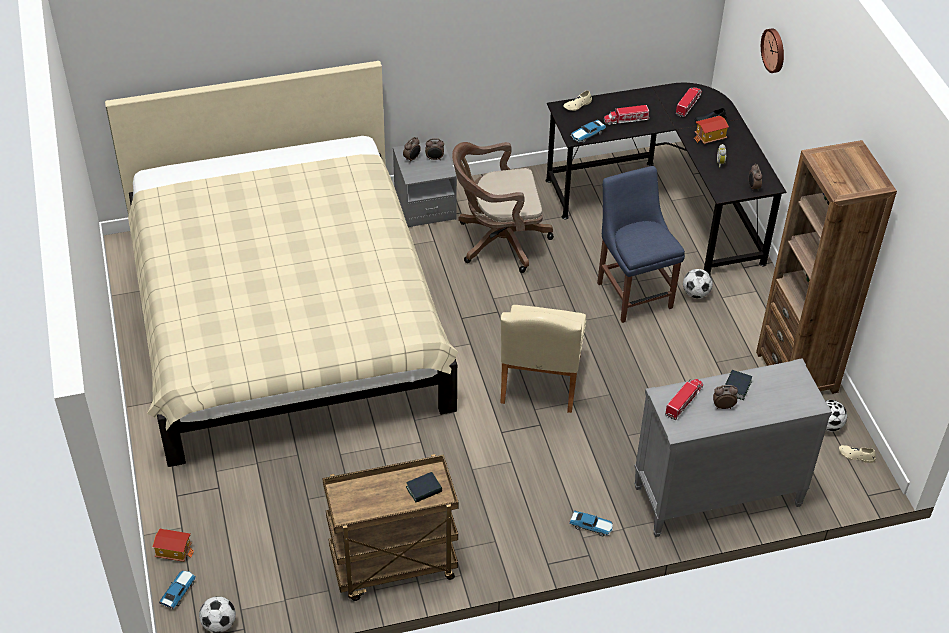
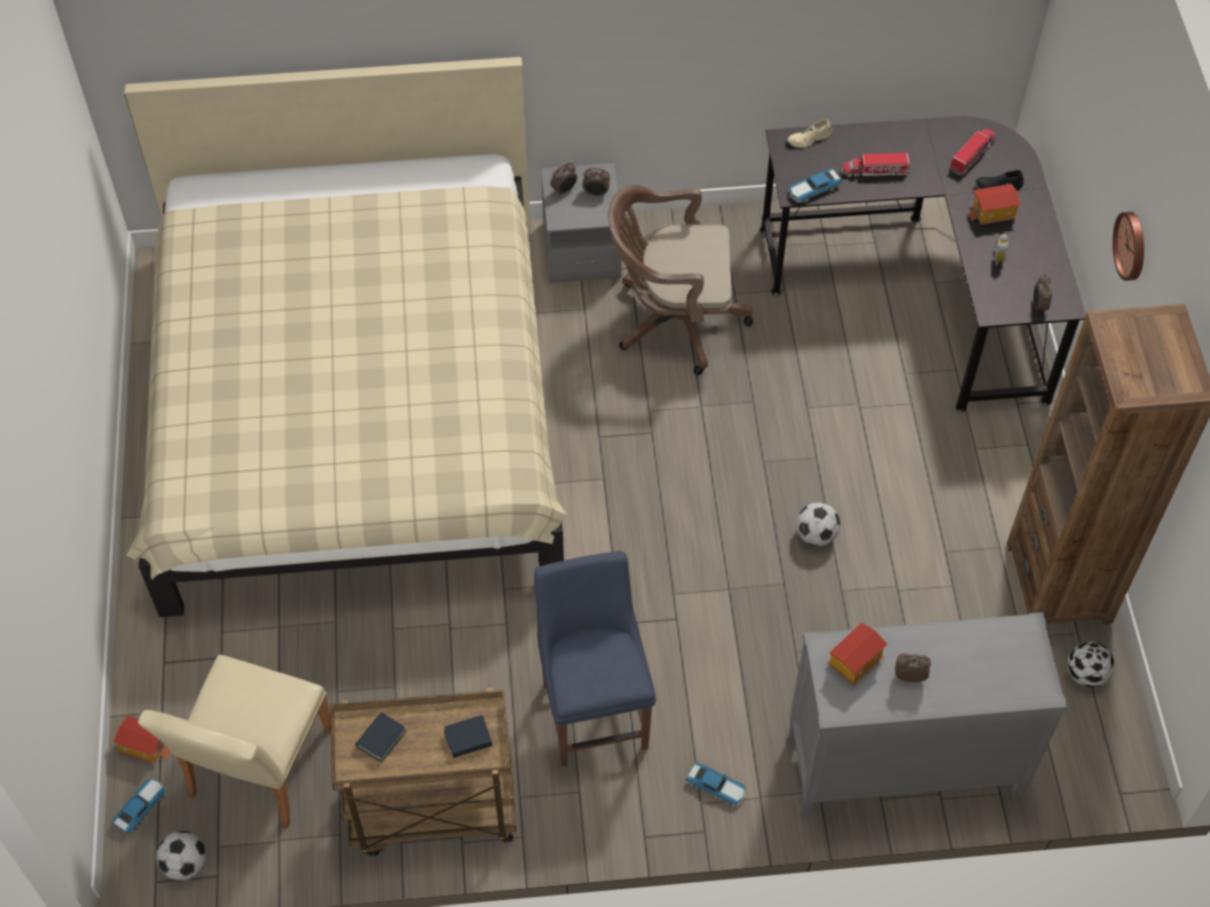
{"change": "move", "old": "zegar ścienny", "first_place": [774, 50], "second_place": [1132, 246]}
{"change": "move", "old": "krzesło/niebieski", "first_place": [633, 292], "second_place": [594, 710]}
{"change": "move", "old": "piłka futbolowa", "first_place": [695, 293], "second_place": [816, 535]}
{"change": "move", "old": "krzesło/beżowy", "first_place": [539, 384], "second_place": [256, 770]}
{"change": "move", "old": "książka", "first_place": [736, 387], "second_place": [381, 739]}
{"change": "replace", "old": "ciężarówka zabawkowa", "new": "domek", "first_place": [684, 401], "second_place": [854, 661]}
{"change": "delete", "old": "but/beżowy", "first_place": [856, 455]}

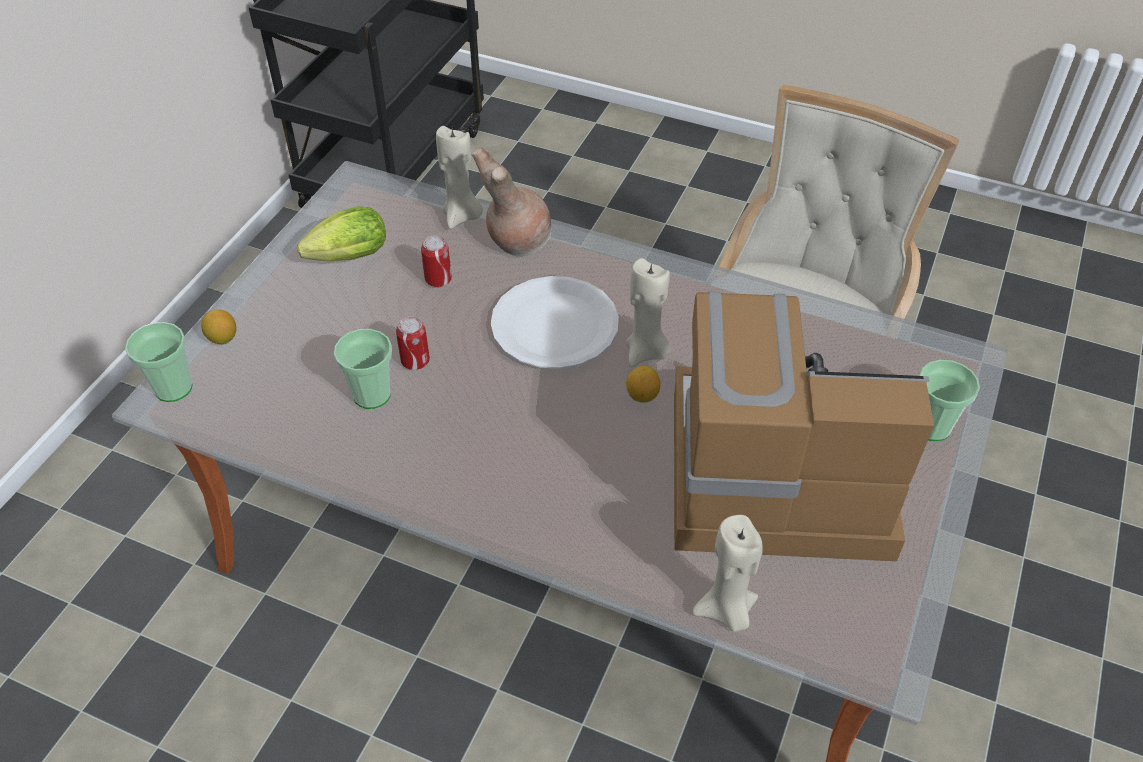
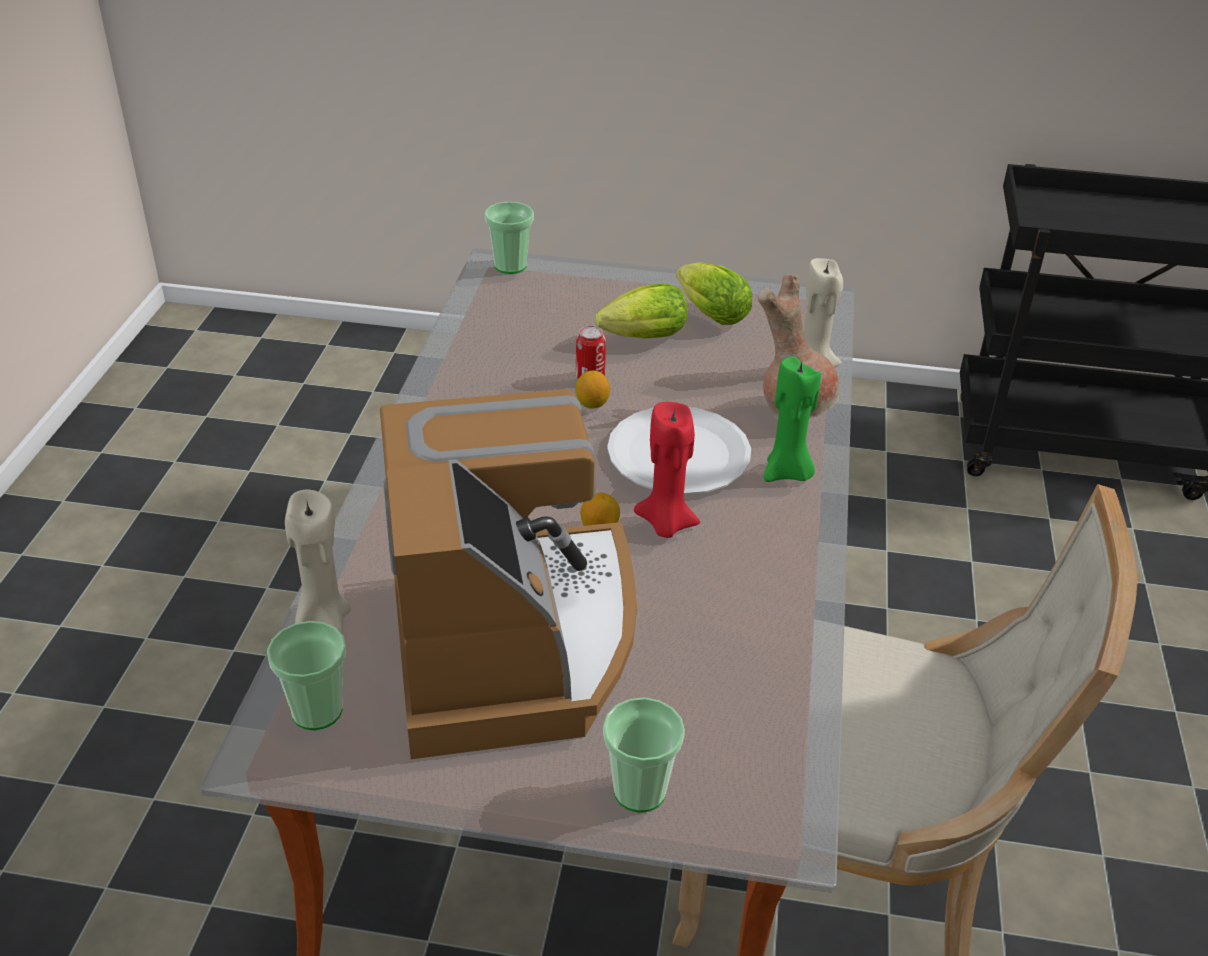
{"change": "delete", "old": "puszka", "first_place": [438, 279]}
{"change": "recolor", "old": "świeca/beżowy", "new": "świeca/czerwony", "first_place": [646, 353], "second_place": [665, 524]}
{"change": "move", "old": "cytryna", "first_place": [223, 338], "second_place": [592, 404]}
{"change": "move", "old": "filiżanka", "first_place": [372, 395], "second_place": [317, 711]}
{"change": "insert", "new": "sałata", "second_place": [639, 338]}
{"change": "insert", "new": "świeca/zielony", "second_place": [787, 473]}

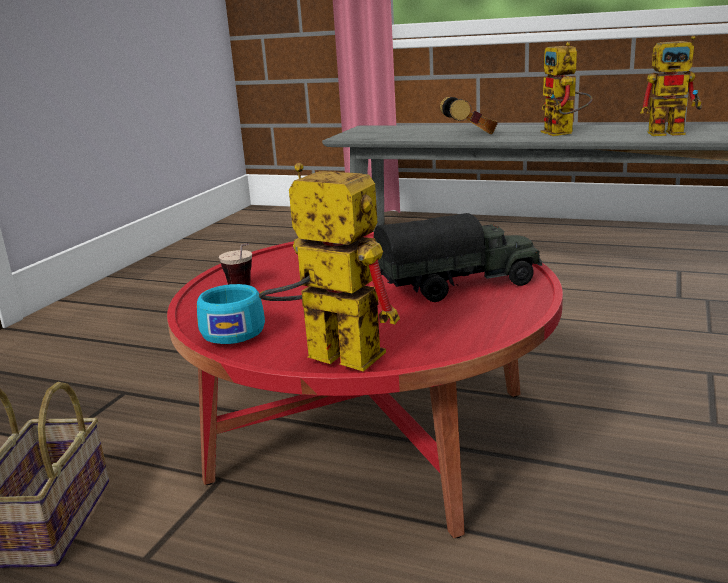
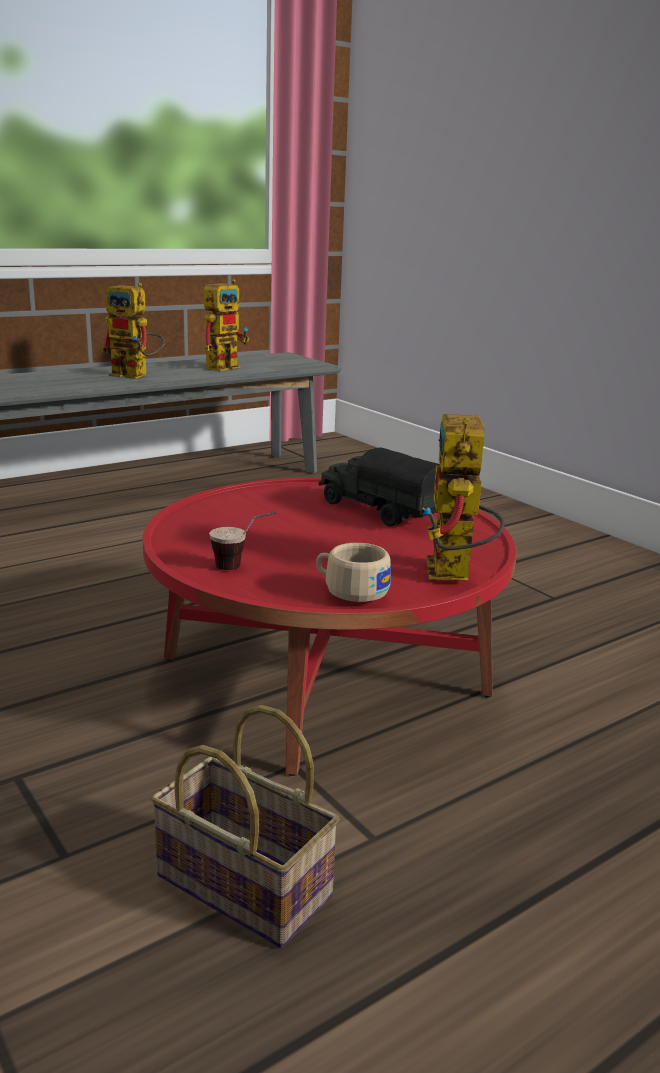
{"change": "delete", "old": "słuchawki", "first_place": [471, 136]}
{"change": "rotate", "old": "robot zabawkowy", "first_place": [328, 356], "second_place": [454, 575], "degrees": -60}
{"change": "rotate", "old": "ciężarówka zabawkowa", "first_place": [460, 286], "second_place": [379, 511], "degrees": -60}
{"change": "recolor", "old": "filiżanka/turkusowy", "new": "filiżanka/beżowy", "first_place": [234, 330], "second_place": [350, 589]}

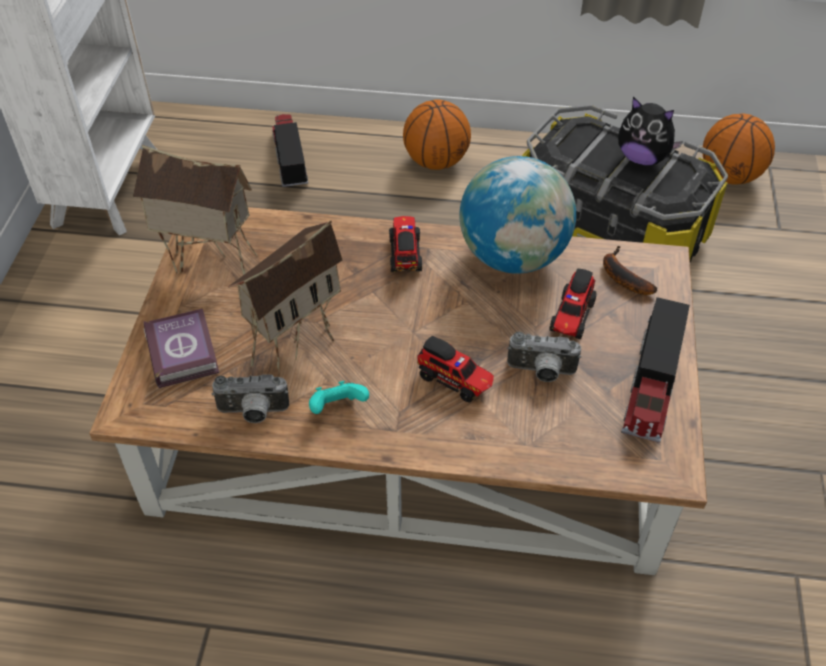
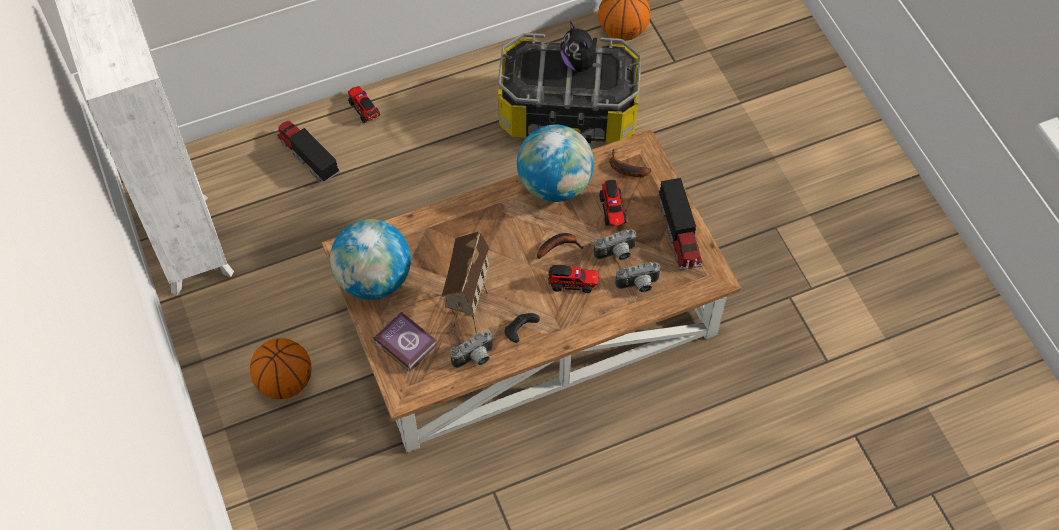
{"change": "rotate", "old": "pluszak", "first_place": [642, 158], "second_place": [580, 63], "degrees": 60}
{"change": "move", "old": "piłka do koszykówki", "first_place": [436, 161], "second_place": [285, 381]}
{"change": "replace", "old": "domek", "new": "globus", "first_place": [209, 264], "second_place": [374, 279]}
{"change": "move", "old": "ciężarówka zabawkowa", "first_place": [405, 253], "second_place": [364, 109]}
{"change": "recolor", "old": "pad do gier/turkusowy", "new": "pad do gier/czarny", "first_place": [338, 408], "second_place": [520, 332]}
{"change": "insert", "new": "banan", "second_place": [558, 246]}
{"change": "insert", "new": "aparat fotograficzny", "second_place": [638, 286]}

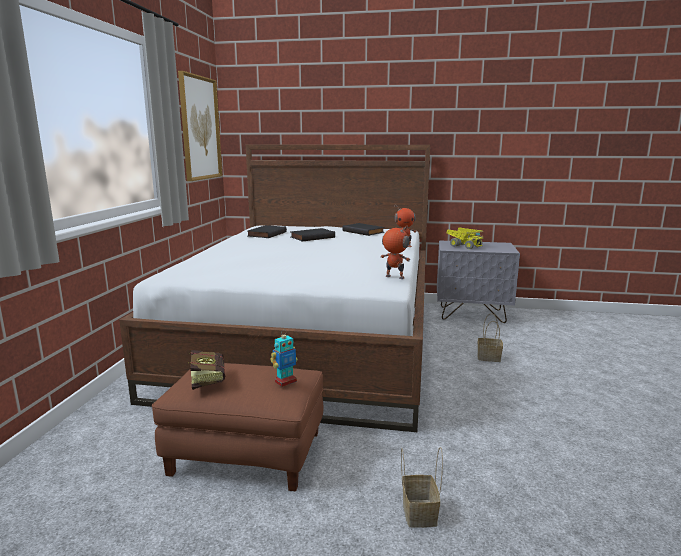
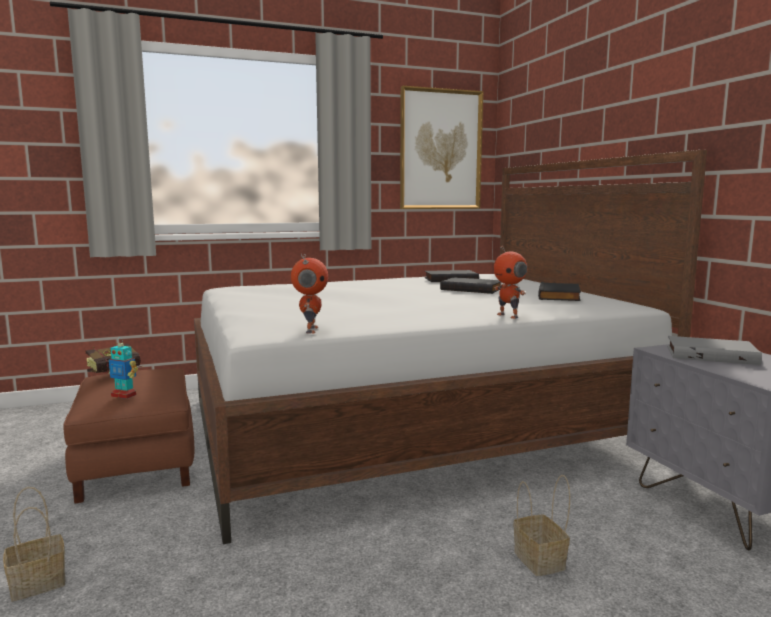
{"change": "replace", "old": "ciężarówka zabawkowa", "new": "książka/szary", "first_place": [464, 246], "second_place": [711, 355]}

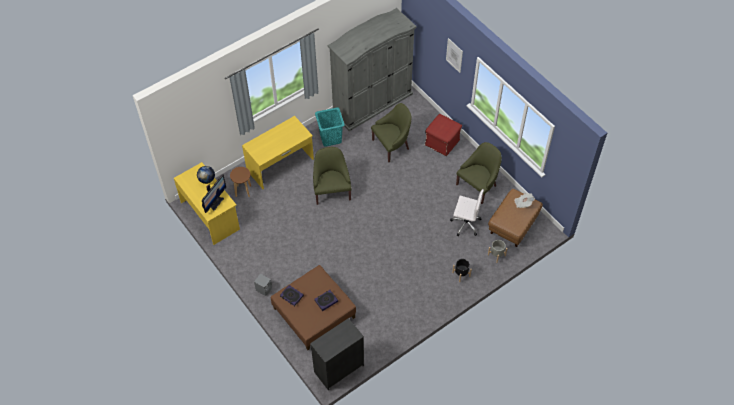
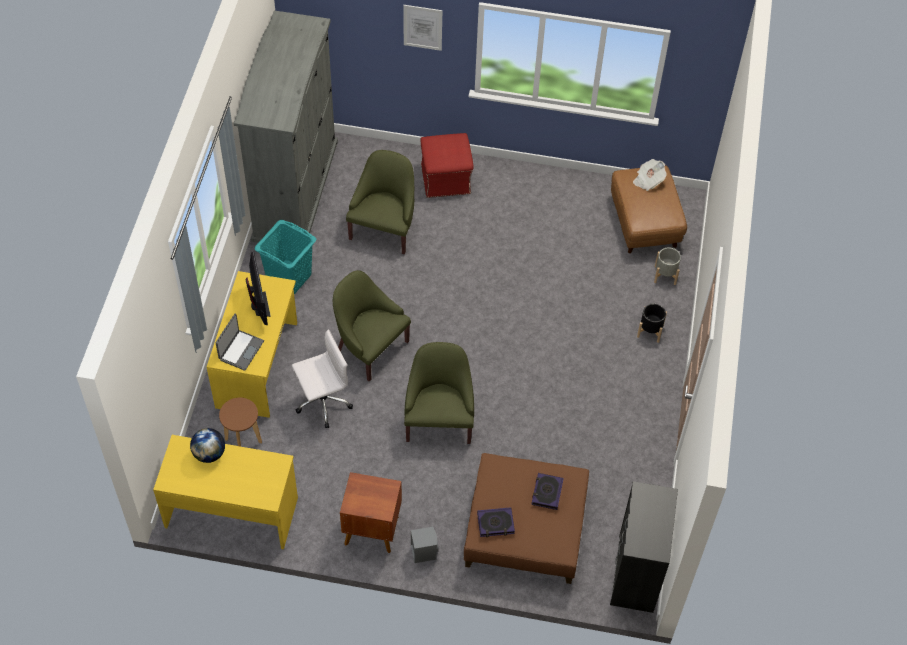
{"change": "move", "old": "fotel/zielony", "first_place": [478, 186], "second_place": [439, 420]}
{"change": "move", "old": "monitor", "first_place": [215, 202], "second_place": [260, 305]}
{"change": "move", "old": "krzesło biurowe/biały", "first_place": [465, 223], "second_place": [322, 402]}
{"change": "insert", "new": "laptop", "second_place": [240, 350]}
{"change": "insert", "new": "szafka nocna/brązowy", "second_place": [371, 529]}

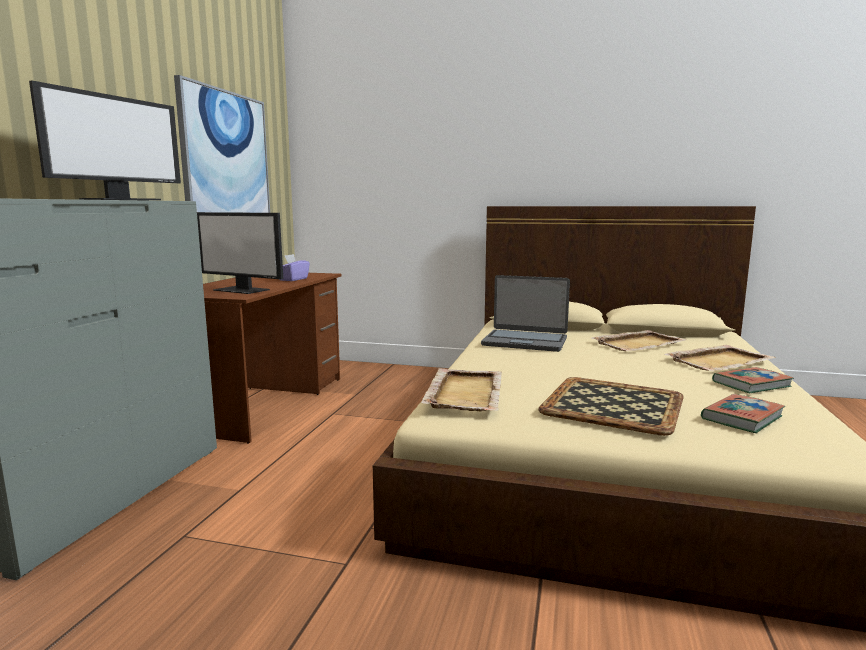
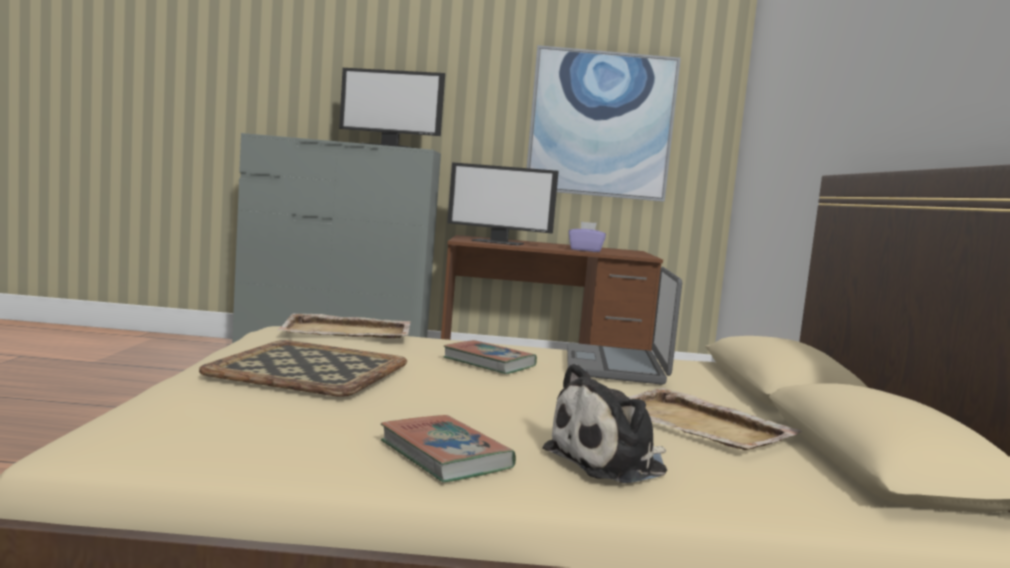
{"change": "rotate", "old": "monitor", "first_place": [242, 290], "second_place": [499, 242], "degrees": -90}
{"change": "replace", "old": "taca/beżowy", "new": "pluszak", "first_place": [719, 361], "second_place": [611, 462]}
{"change": "move", "old": "książka", "first_place": [742, 418], "second_place": [489, 362]}

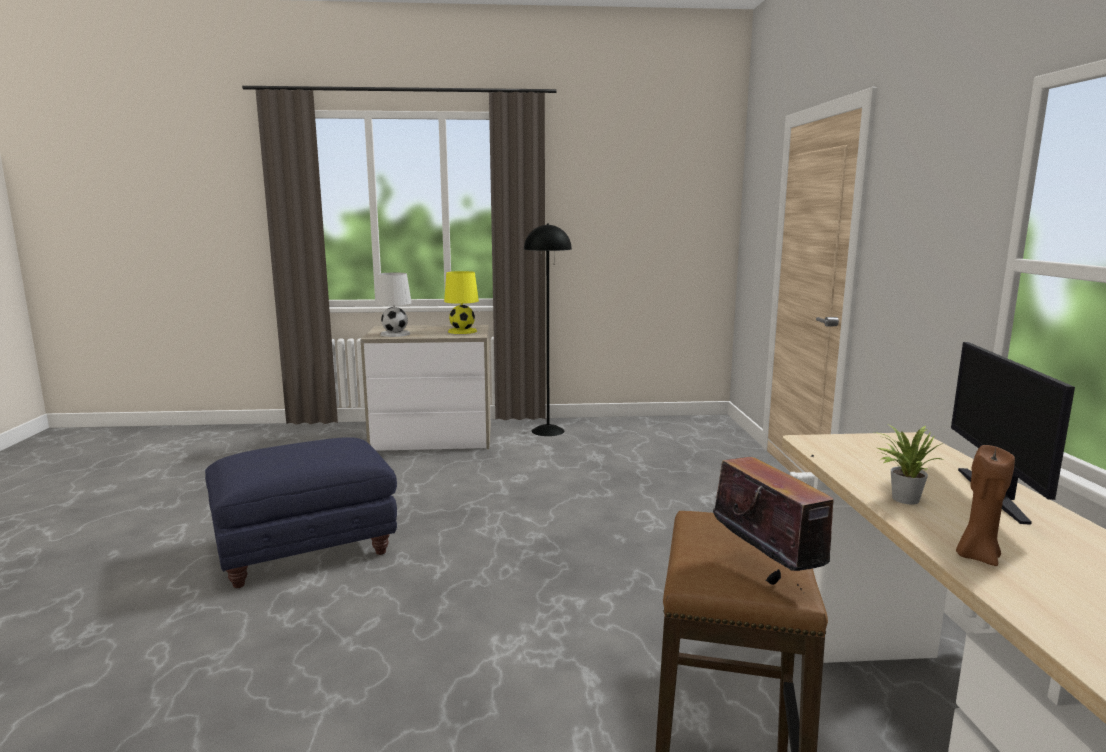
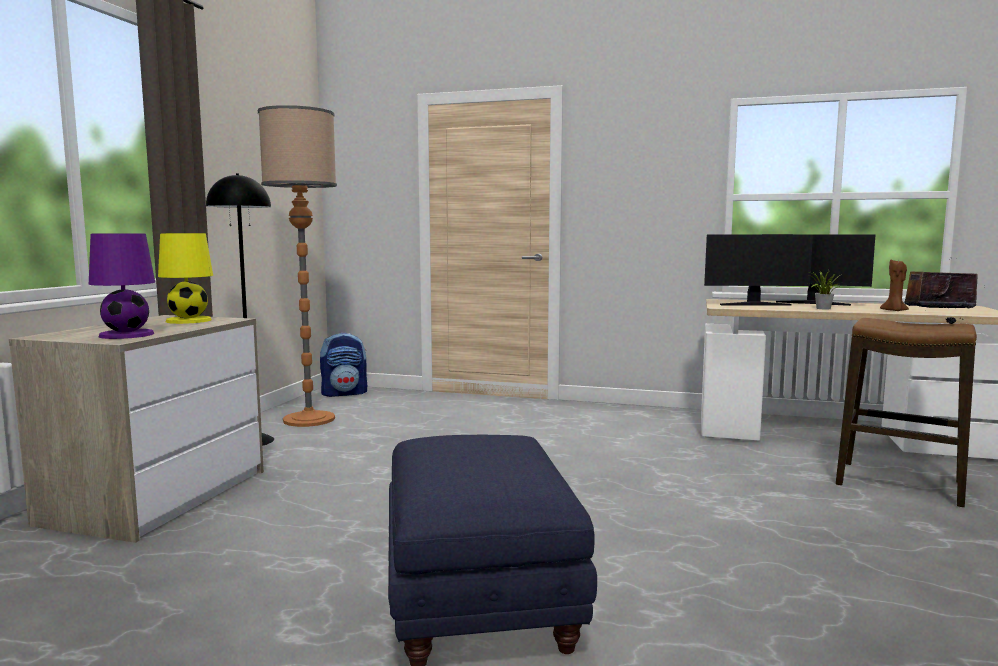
{"change": "recolor", "old": "lampa stołowa/biały", "new": "lampa stołowa/fioletowy", "first_place": [395, 334], "second_place": [126, 335]}
{"change": "insert", "new": "lampa stojąca", "second_place": [309, 419]}
{"change": "insert", "new": "monitor", "second_place": [754, 304]}
{"change": "insert", "new": "plecak", "second_place": [344, 393]}

